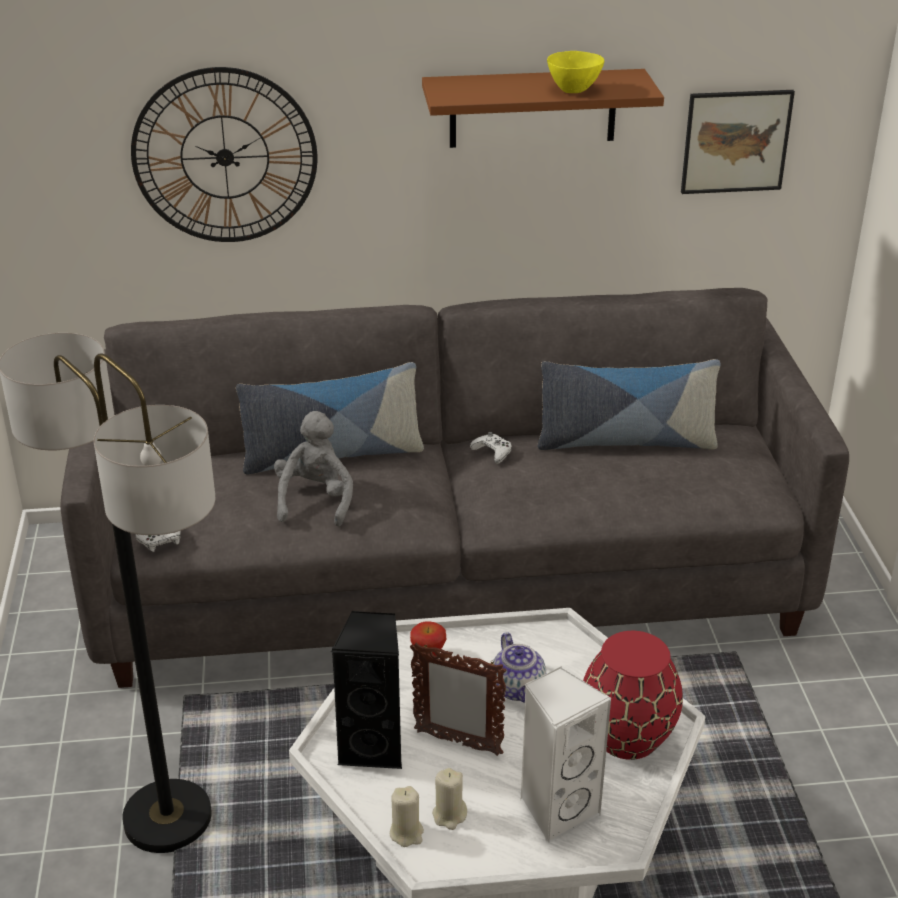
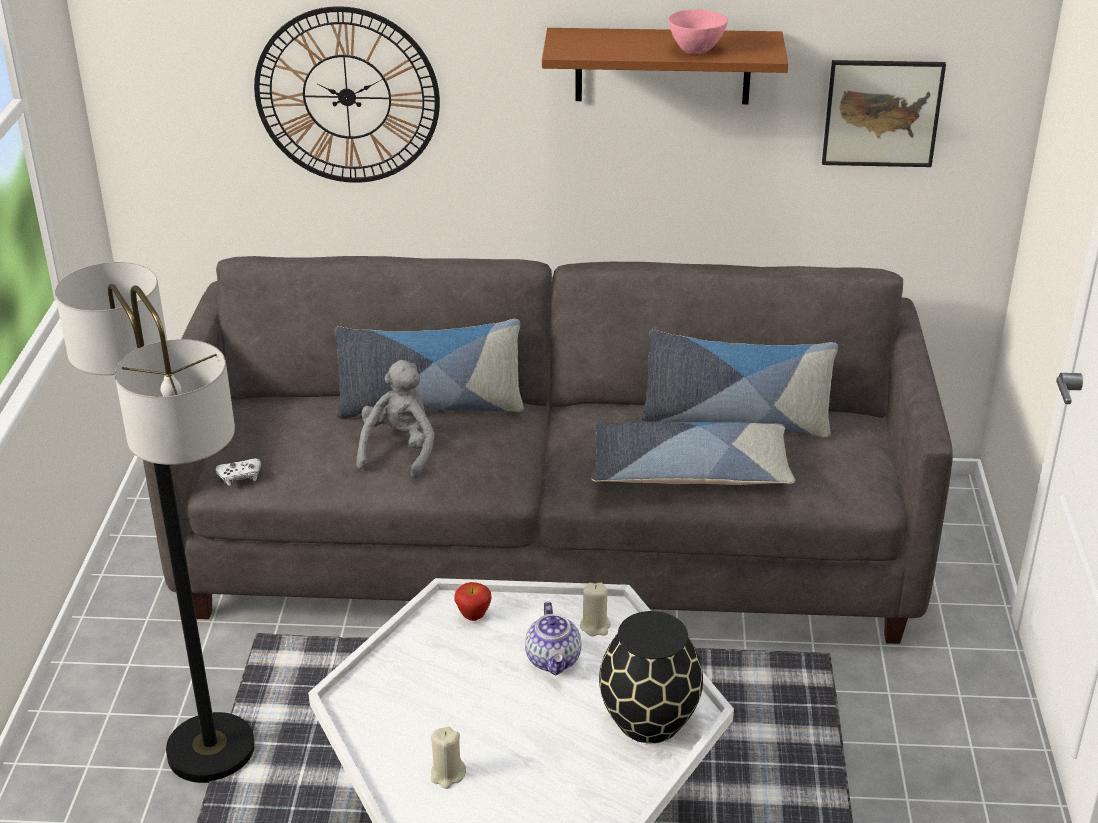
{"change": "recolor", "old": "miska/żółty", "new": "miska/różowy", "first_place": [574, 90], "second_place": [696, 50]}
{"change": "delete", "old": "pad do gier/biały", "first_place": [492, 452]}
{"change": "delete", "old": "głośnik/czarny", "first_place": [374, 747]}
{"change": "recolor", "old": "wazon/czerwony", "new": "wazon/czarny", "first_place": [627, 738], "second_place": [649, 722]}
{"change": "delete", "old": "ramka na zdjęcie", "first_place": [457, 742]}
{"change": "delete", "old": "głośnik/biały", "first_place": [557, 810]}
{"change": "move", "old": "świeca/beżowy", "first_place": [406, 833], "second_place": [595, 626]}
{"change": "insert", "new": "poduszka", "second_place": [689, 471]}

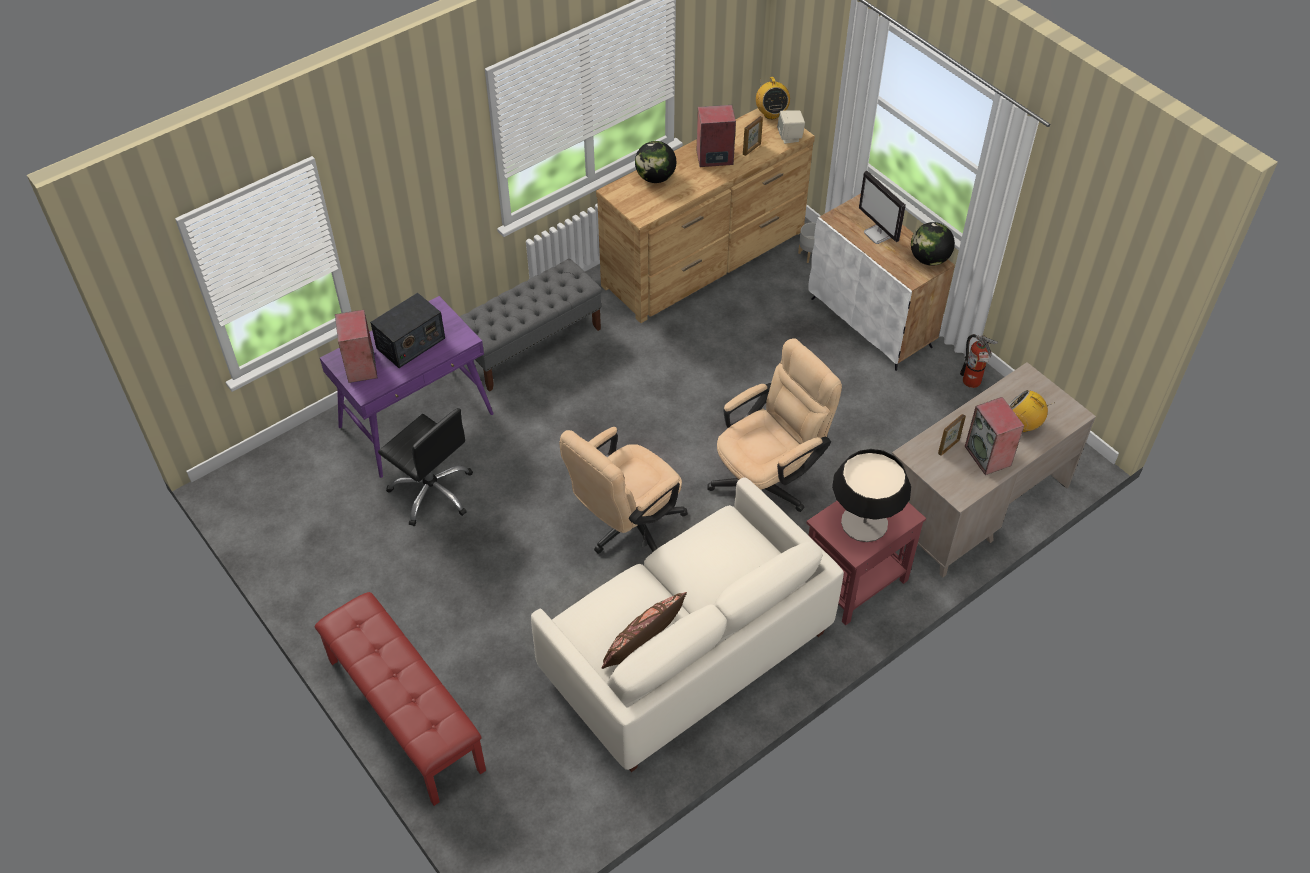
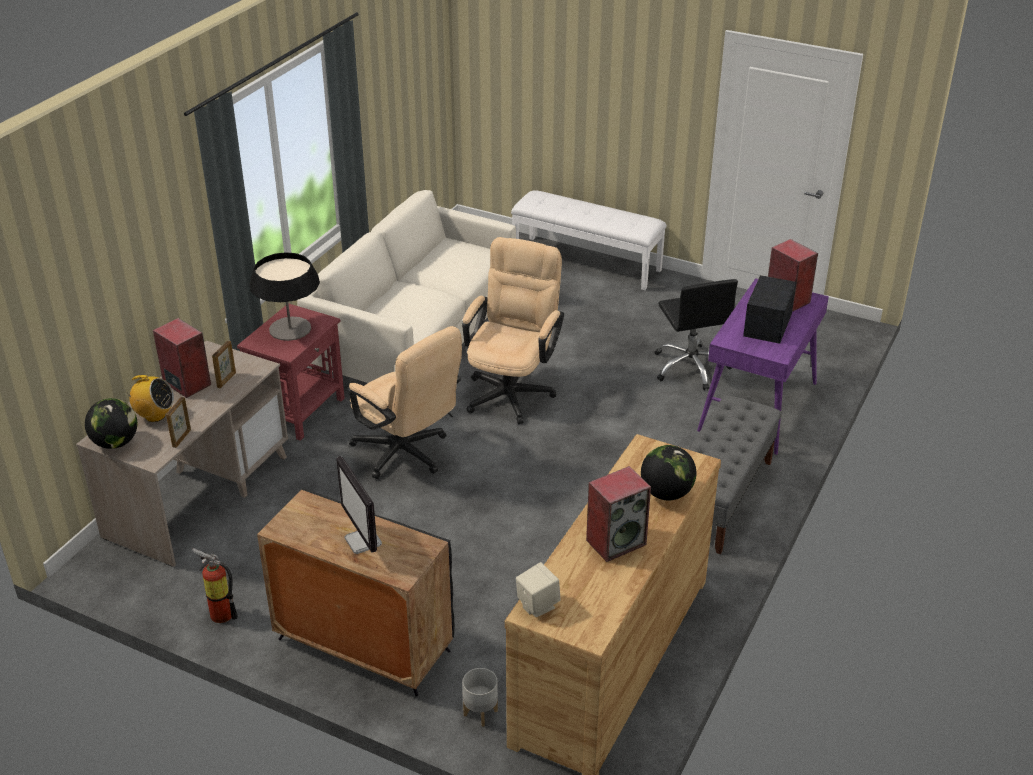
{"change": "delete", "old": "radio", "first_place": [771, 114]}
{"change": "move", "old": "ramka na zdjęcie", "first_place": [752, 149], "second_place": [181, 438]}
{"change": "rotate", "old": "monitor", "first_place": [878, 234], "second_place": [363, 541], "degrees": -150}
{"change": "recolor", "old": "szafka/biały", "new": "szafka/czarny", "first_place": [871, 323], "second_place": [362, 645]}
{"change": "move", "old": "globus", "first_place": [929, 259], "second_place": [115, 443]}
{"change": "rotate", "old": "krzesło biurowe/beżowy", "first_place": [768, 482], "second_place": [407, 455], "degrees": -75}
{"change": "rotate", "old": "krzesło biurowe/czarny", "first_place": [432, 492], "second_place": [691, 367], "degrees": -120}
{"change": "recolor", "old": "ławka/czerwony", "new": "ławka/biały", "first_place": [404, 714], "second_place": [587, 262]}
{"change": "delete", "old": "poduszka/brązowy", "first_place": [644, 641]}

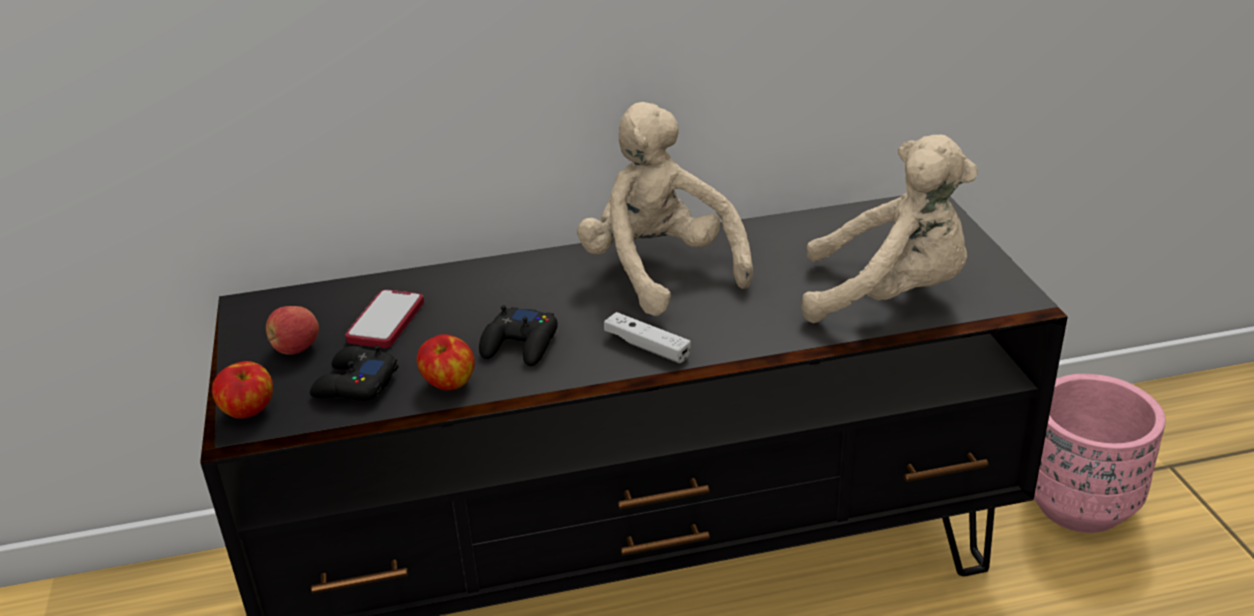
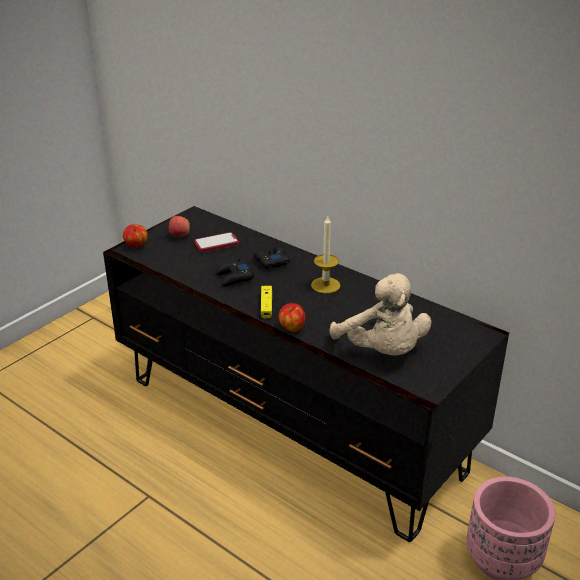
{"change": "replace", "old": "pluszak/beżowy", "new": "świeca", "first_place": [659, 271], "second_place": [325, 285]}
{"change": "recolor", "old": "pad do gier/biały", "new": "pad do gier/żółty", "first_place": [647, 346], "second_place": [266, 306]}
{"change": "move", "old": "jabłko", "first_place": [449, 384], "second_place": [291, 328]}
{"change": "move", "old": "pad do gier/czarny", "first_place": [354, 385], "second_place": [271, 261]}

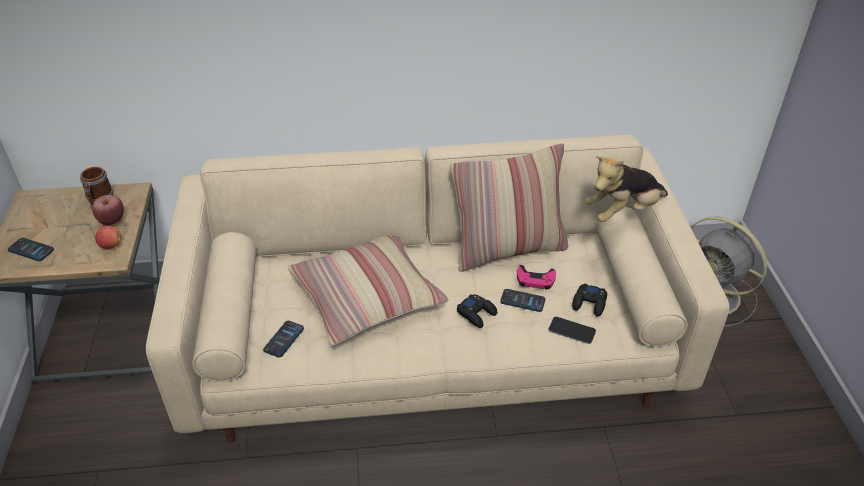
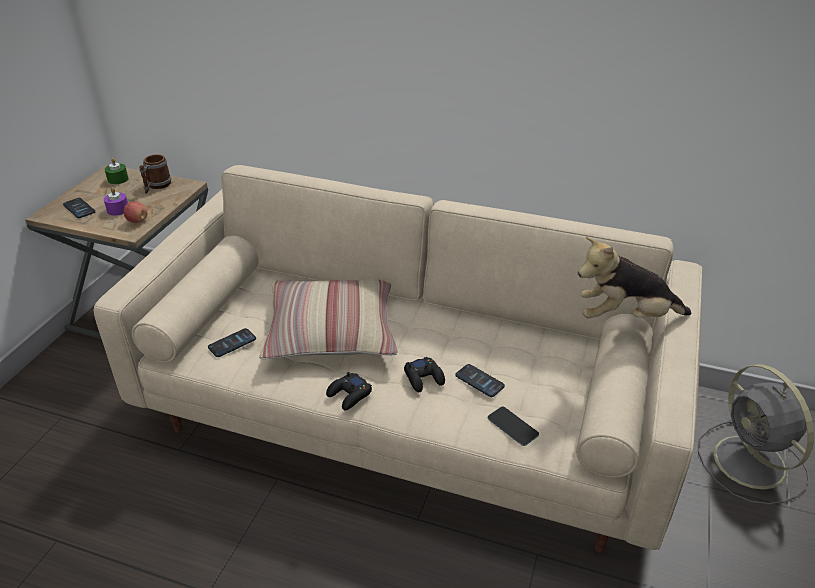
{"change": "delete", "old": "poduszka", "first_place": [508, 249]}
{"change": "delete", "old": "jabłko", "first_place": [112, 220]}
{"change": "delete", "old": "pad do gier/różowy", "first_place": [535, 280]}
{"change": "move", "old": "pad do gier/czarny", "first_place": [589, 303], "second_place": [349, 395]}
{"change": "insert", "new": "świeca/zielony", "second_place": [118, 179]}
{"change": "insert", "new": "świeca/fioletowy", "second_place": [118, 210]}

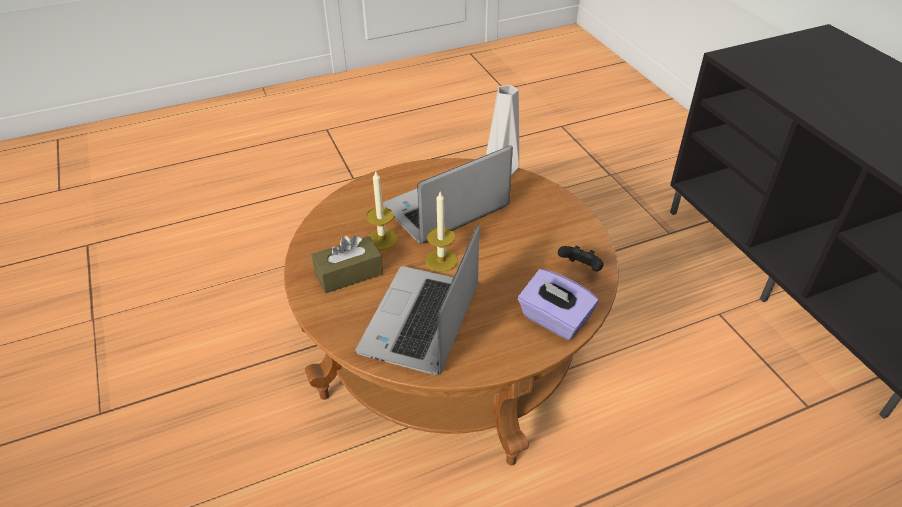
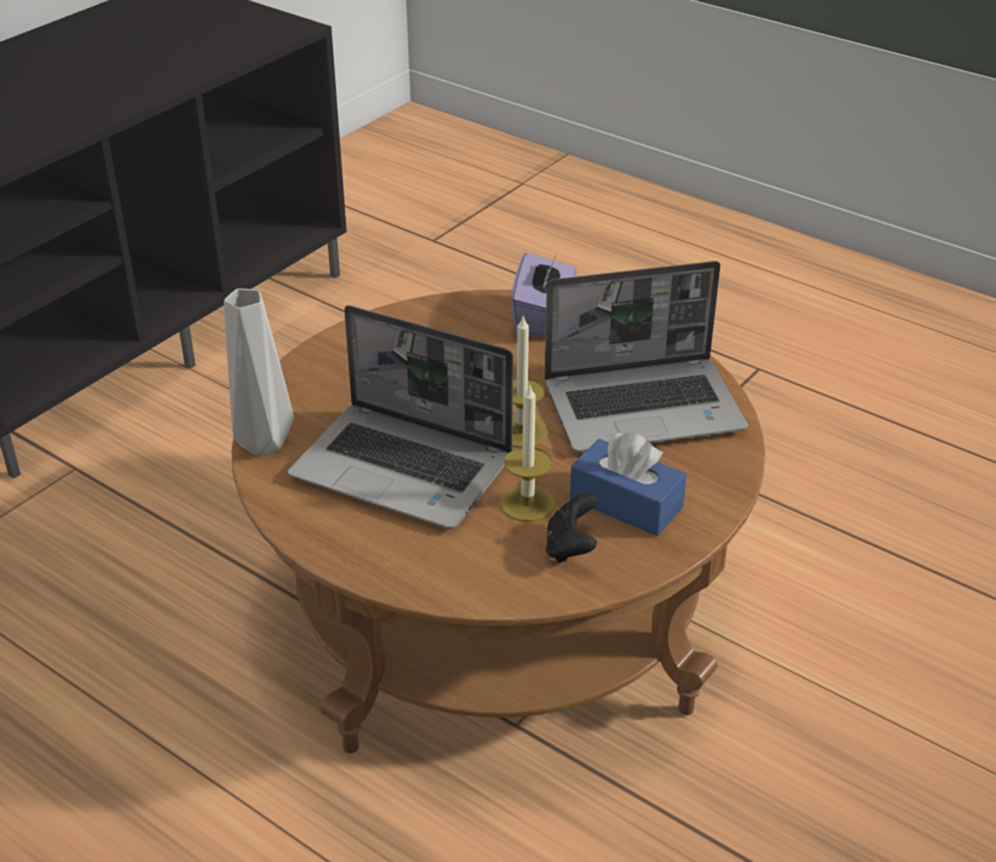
{"change": "recolor", "old": "pudełko chusteczek/brązowy", "new": "pudełko chusteczek/niebieski", "first_place": [349, 273], "second_place": [626, 503]}
{"change": "move", "old": "pad do gier/czarny", "first_place": [580, 269], "second_place": [571, 547]}

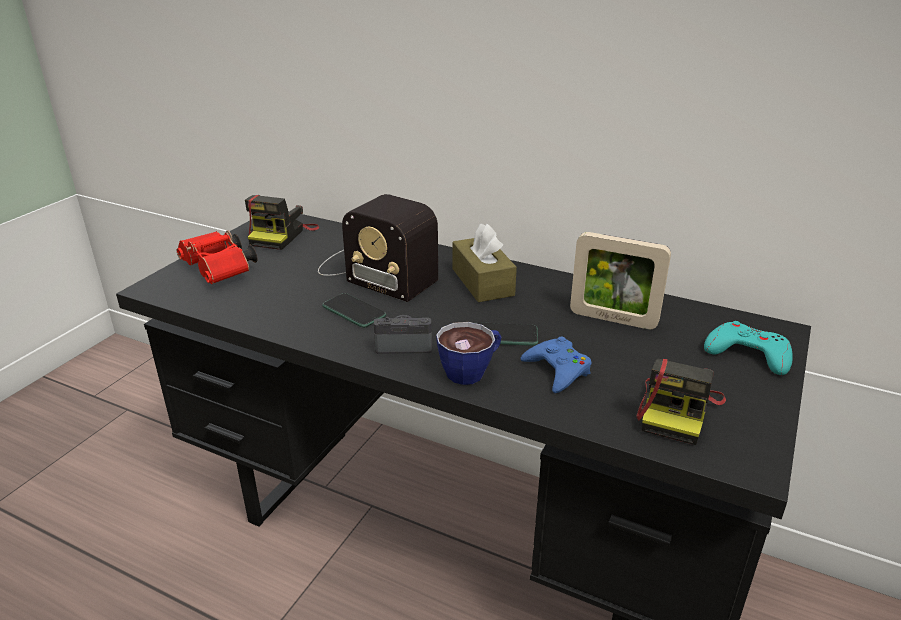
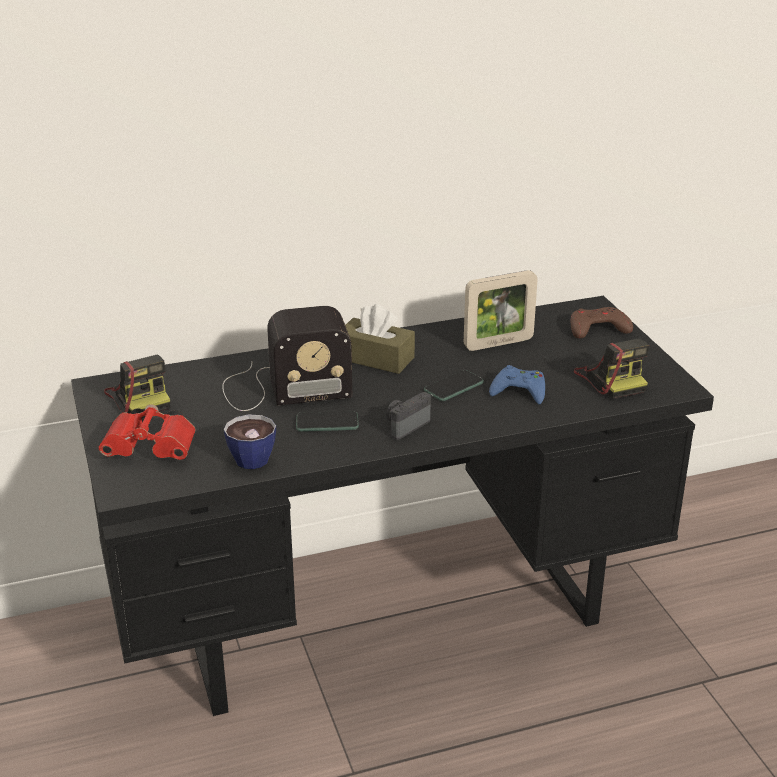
{"change": "recolor", "old": "pad do gier/turkusowy", "new": "pad do gier/brązowy", "first_place": [748, 353], "second_place": [597, 328]}
{"change": "move", "old": "filiżanka", "first_place": [472, 370], "second_place": [254, 455]}

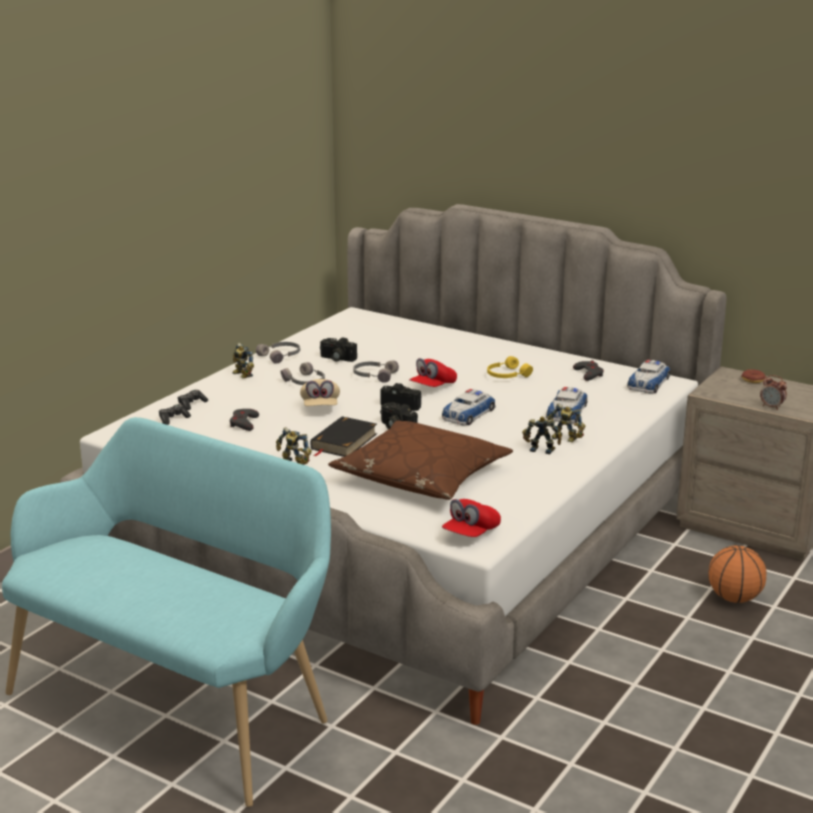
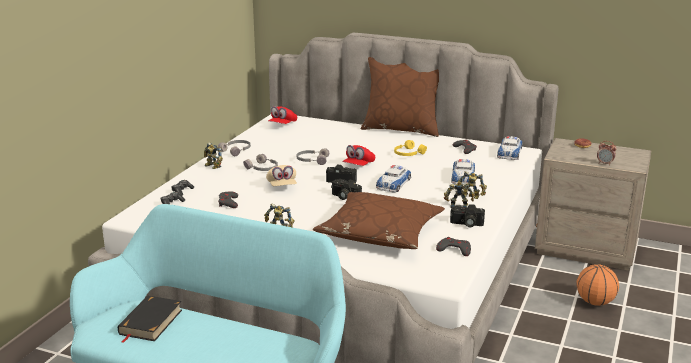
{"change": "move", "old": "aparat fotograficzny", "first_place": [336, 359], "second_place": [466, 224]}
{"change": "move", "old": "książka/czarny", "first_place": [343, 441], "second_place": [150, 322]}
{"change": "move", "old": "czapka z daszkiem/czerwony", "first_place": [471, 533], "second_place": [282, 125]}
{"change": "insert", "new": "poduszka/brązowy", "second_place": [402, 129]}
{"change": "insert", "new": "pad do gier/szary", "second_place": [454, 250]}

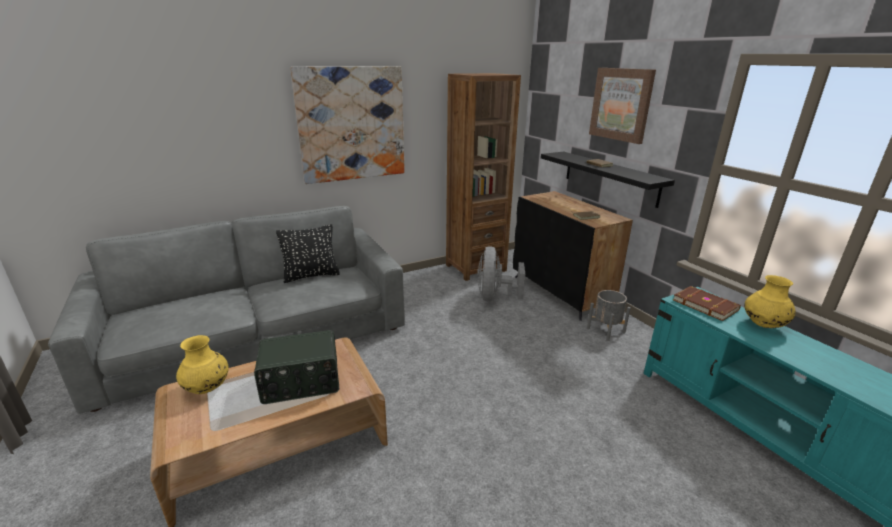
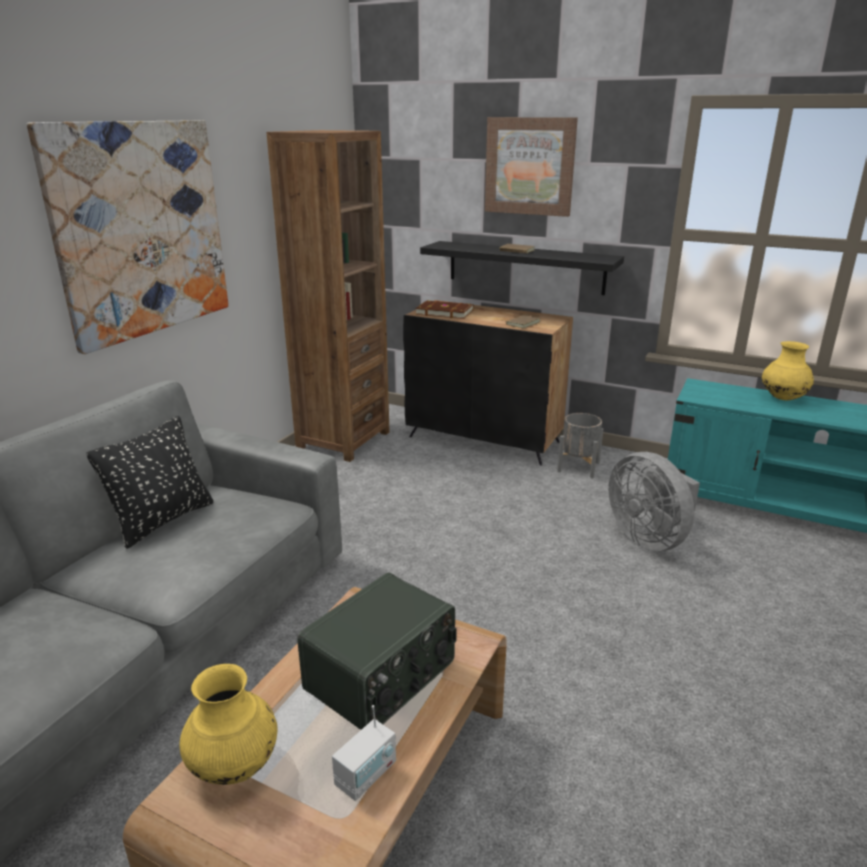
{"change": "move", "old": "wentylator/szary", "first_place": [494, 297], "second_place": [649, 538]}
{"change": "move", "old": "książka/brązowy", "first_place": [705, 304], "second_place": [444, 312]}
{"change": "insert", "new": "radio", "second_place": [366, 775]}

